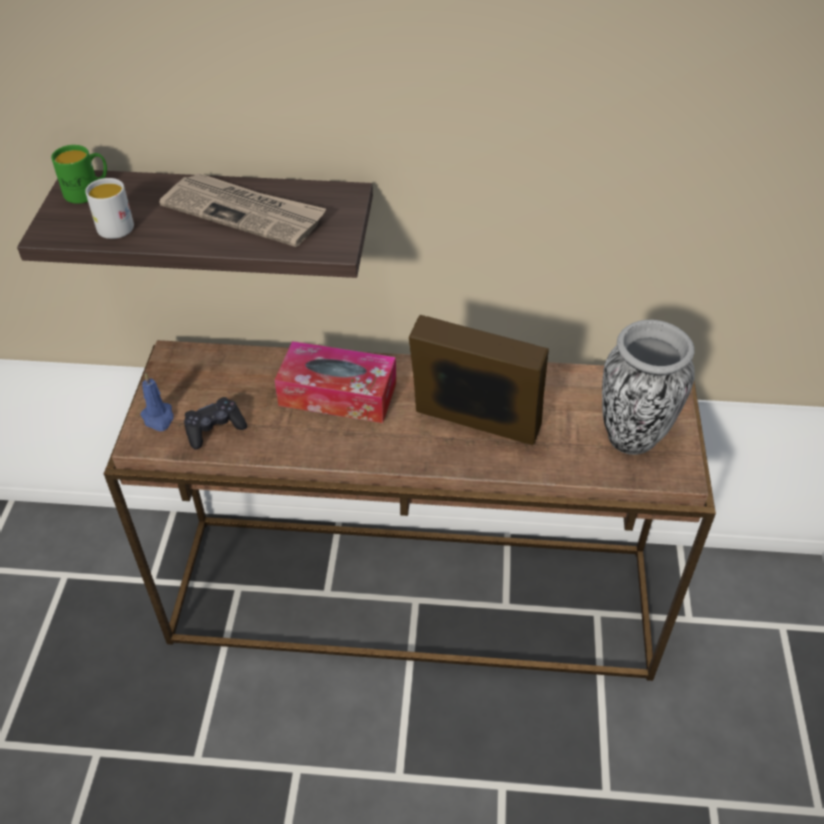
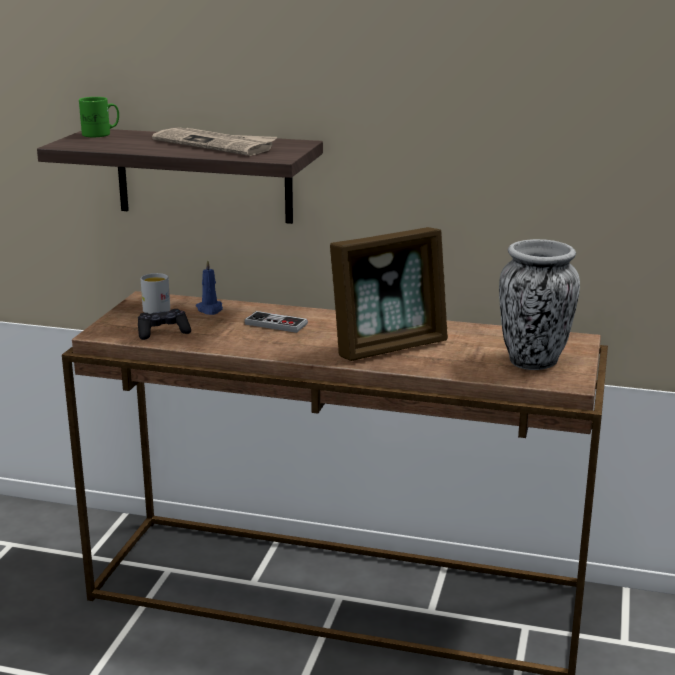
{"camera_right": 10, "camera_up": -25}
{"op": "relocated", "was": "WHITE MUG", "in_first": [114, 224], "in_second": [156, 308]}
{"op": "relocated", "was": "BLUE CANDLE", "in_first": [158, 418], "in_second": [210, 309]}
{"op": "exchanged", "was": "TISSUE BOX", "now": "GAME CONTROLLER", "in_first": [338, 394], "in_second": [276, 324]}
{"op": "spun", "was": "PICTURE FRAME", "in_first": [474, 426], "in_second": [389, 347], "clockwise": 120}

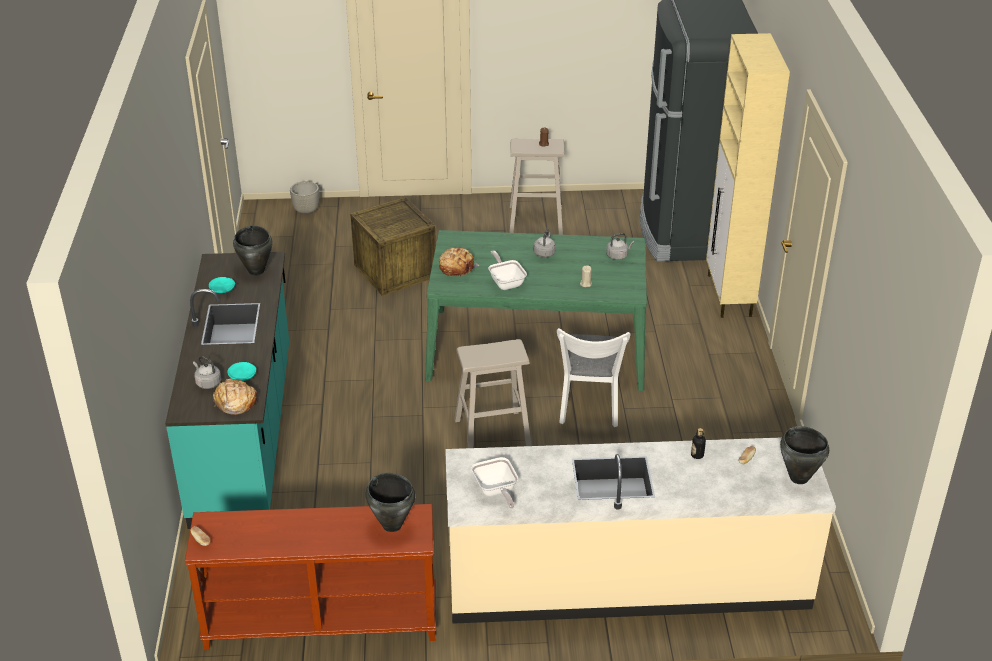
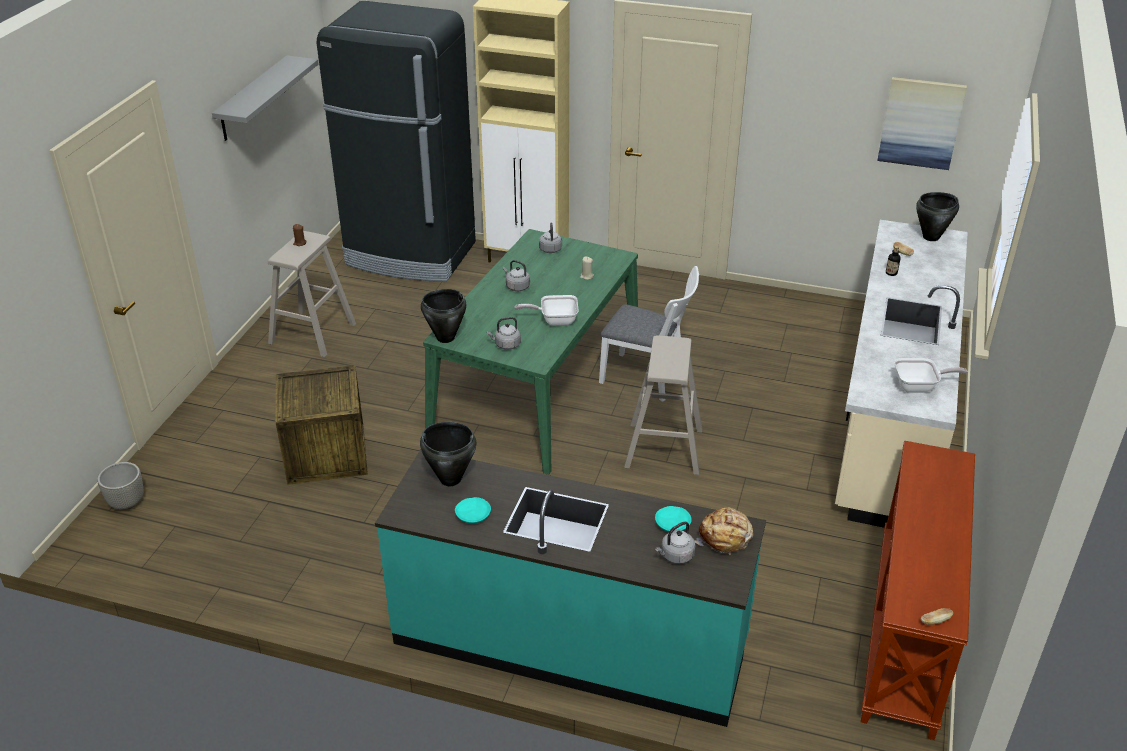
{"camera_right": -70, "camera_up": 0}
{"op": "appeared", "now": "GREY SHELF", "in_second": [253, 98]}
{"op": "appeared", "now": "PICTURE", "in_second": [921, 123]}
{"op": "relocated", "was": "BLACK COOKING POT", "in_first": [392, 524], "in_second": [445, 338]}
{"op": "exchanged", "was": "BREAD", "now": "GREY KETTLE", "in_first": [456, 267], "in_second": [506, 345]}

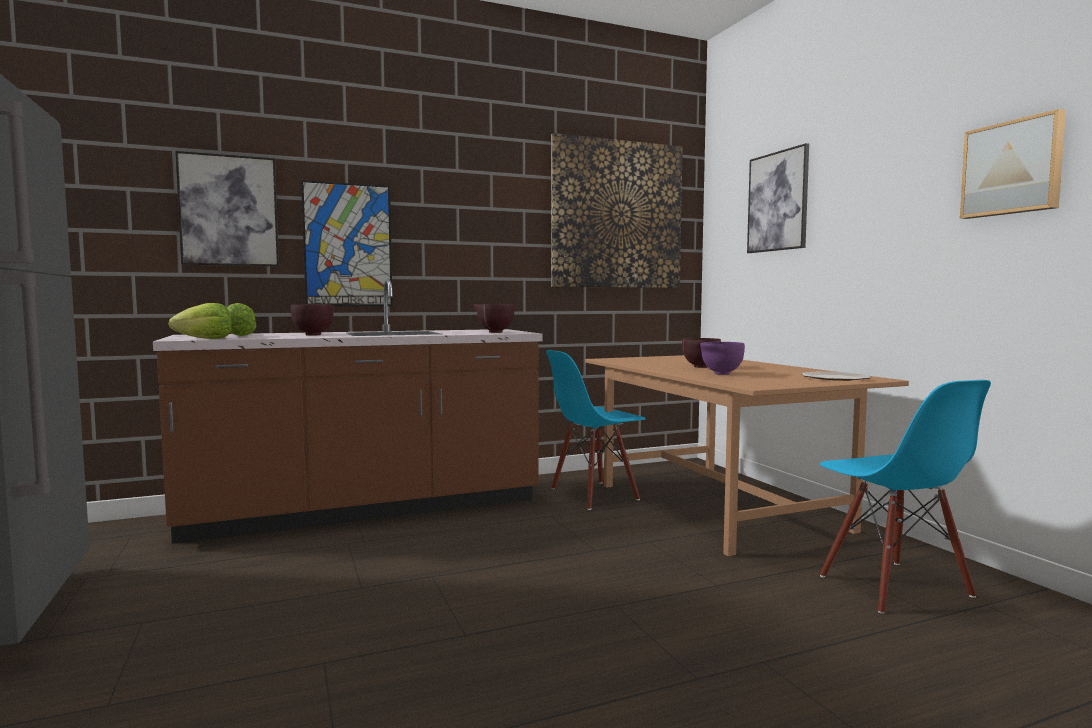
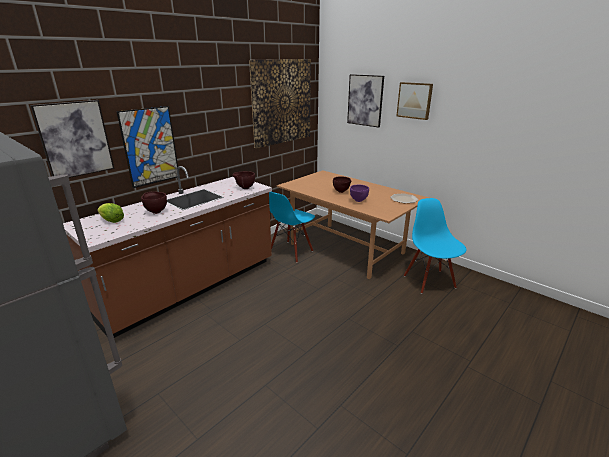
{"camera_right": -25, "camera_up": 20}
{"op": "missing", "was": "LETTUCE", "in_first": [206, 339]}
{"op": "relocated", "was": "PICTURE", "in_first": [1013, 168], "in_second": [415, 100]}
{"op": "spun", "was": "BLUE CHAIR", "in_first": [893, 586], "in_second": [429, 281], "clockwise": -150}

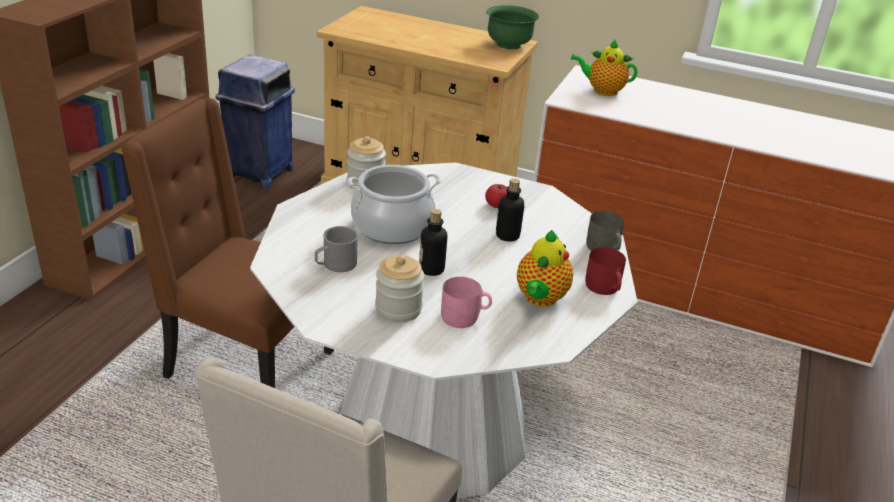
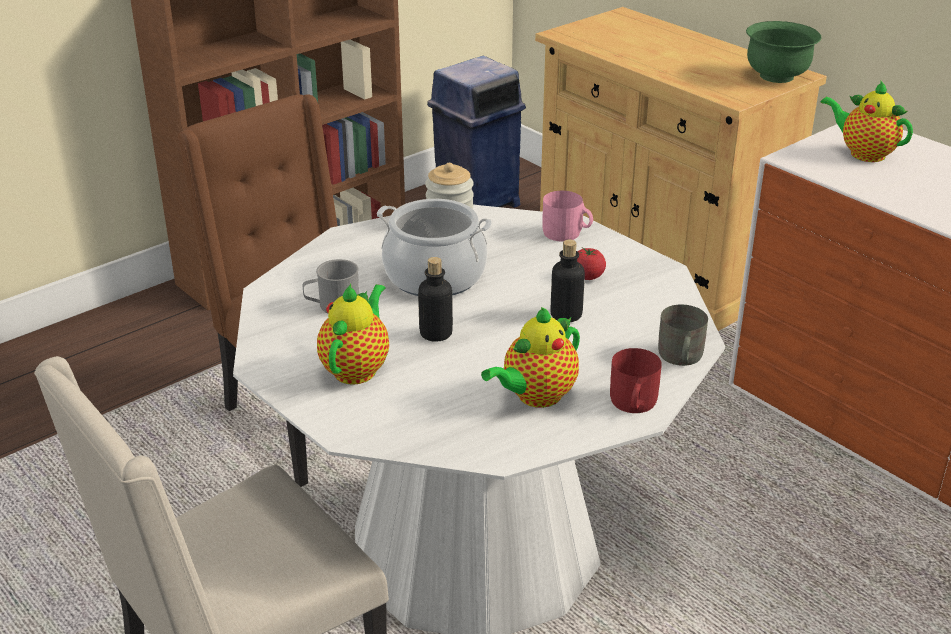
{"camera_right": 30, "camera_up": 0}
{"op": "relocated", "was": "PINK MUG", "in_first": [465, 317], "in_second": [566, 234]}
{"op": "exchanged", "was": "JAR", "now": "TEAPOT", "in_first": [398, 309], "in_second": [357, 368]}

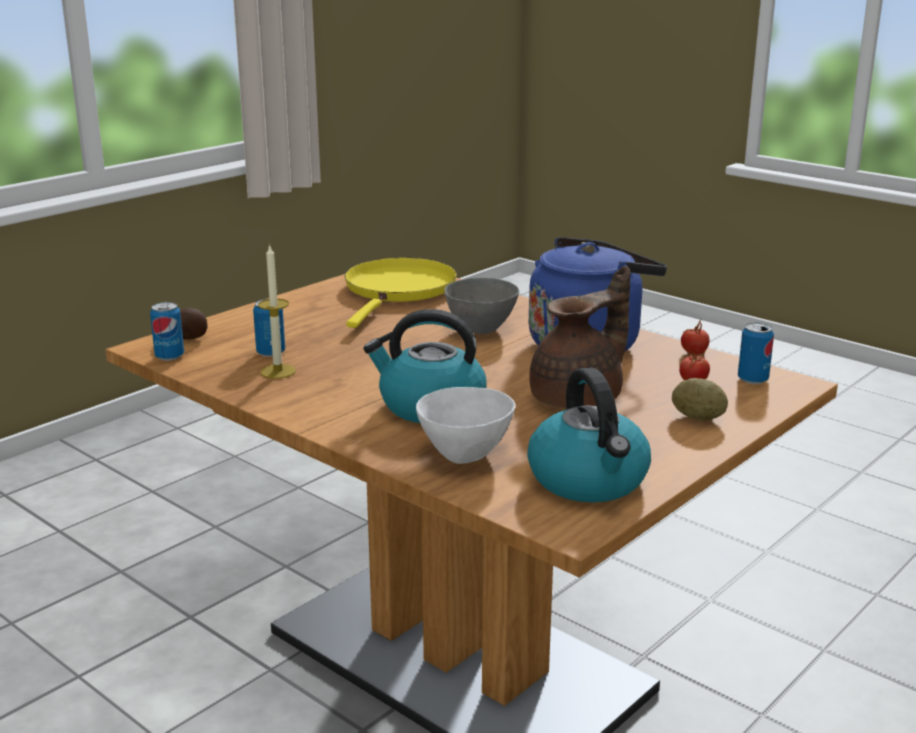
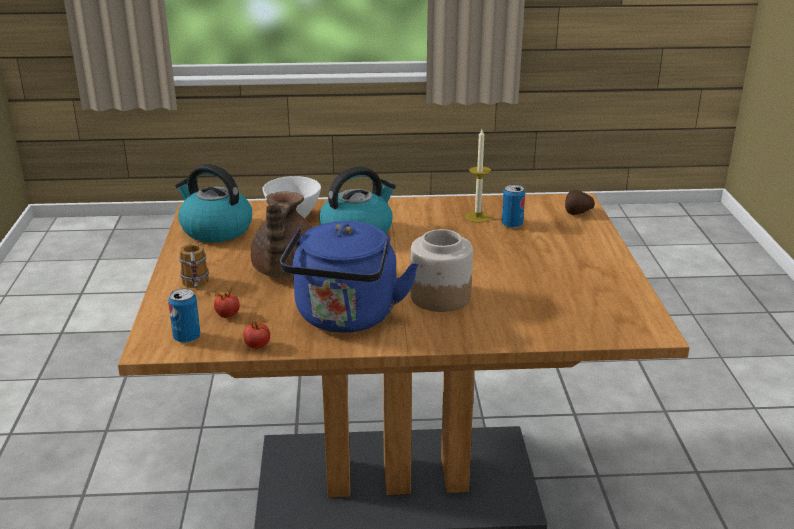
{"camera_right": 135, "camera_up": 5}
{"op": "missing", "was": "CAN", "in_first": [169, 356]}
{"op": "missing", "was": "YELLOW FRYING PAN", "in_first": [398, 290]}
{"op": "exchanged", "was": "GREY BOWL", "now": "JAR", "in_first": [481, 330], "in_second": [439, 297]}
{"op": "exchanged", "was": "POTATO", "now": "MUG", "in_first": [697, 418], "in_second": [196, 288]}

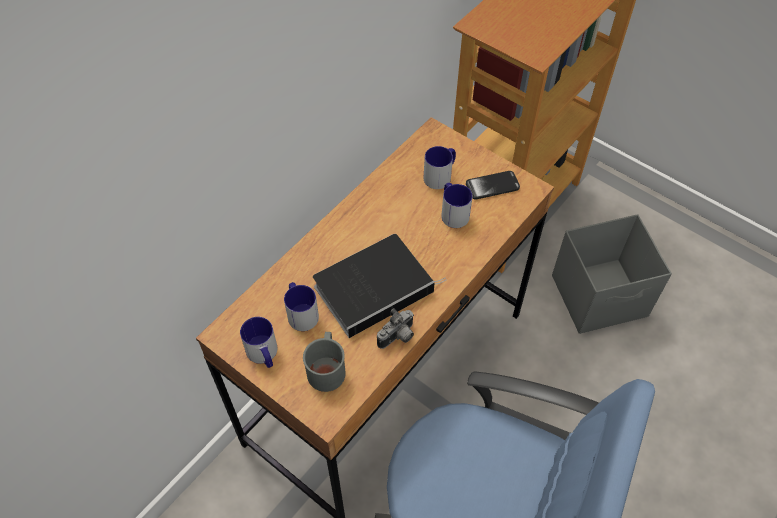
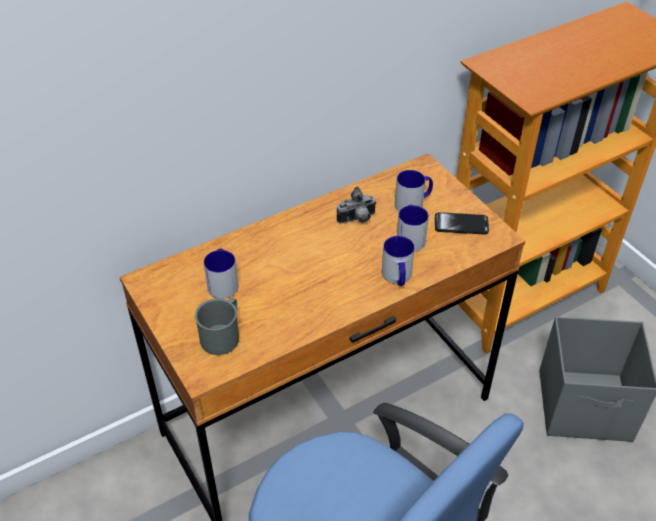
{"camera_right": 20, "camera_up": -10}
{"op": "missing", "was": "BOOK", "in_first": [375, 286]}
{"op": "relocated", "was": "MUG", "in_first": [264, 355], "in_second": [397, 277]}
{"op": "relocated", "was": "PHOTO CAMERA", "in_first": [398, 337], "in_second": [357, 220]}

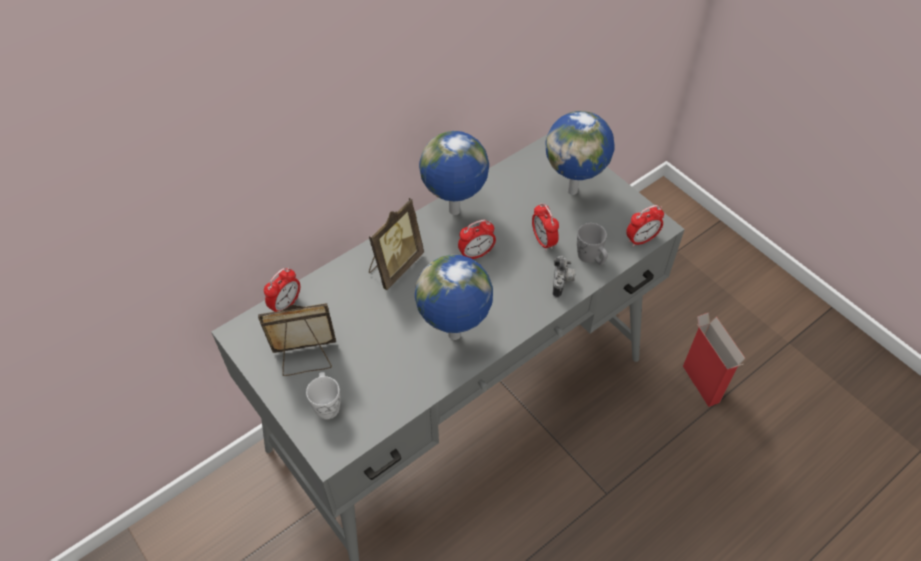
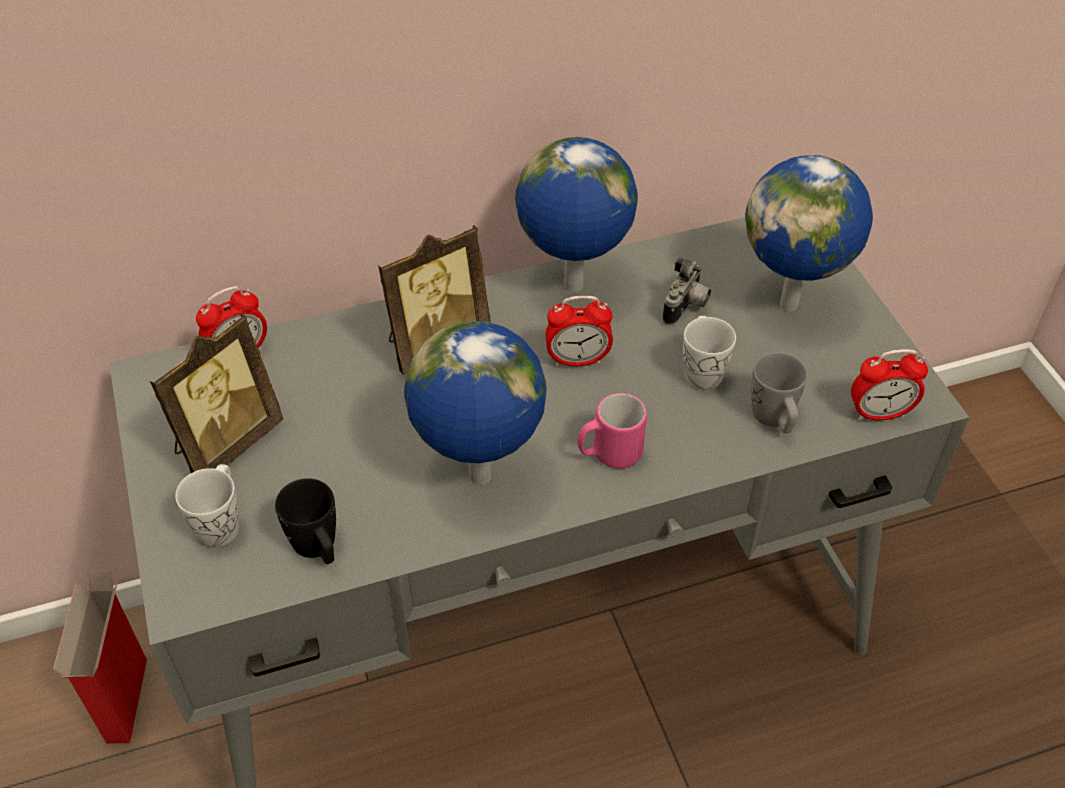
{"camera_right": 20, "camera_up": -5}
{"op": "appeared", "now": "BLACK MUG", "in_second": [318, 548]}
{"op": "appeared", "now": "PINK MUG", "in_second": [609, 454]}
{"op": "relocated", "was": "PHOTO CAMERA", "in_first": [562, 282], "in_second": [686, 308]}
{"op": "relocated", "was": "CARDBOARD BOX", "in_first": [700, 383], "in_second": [127, 698]}
{"op": "exchanged", "was": "ALARM CLOCK", "now": "WHITE MUG", "in_first": [543, 241], "in_second": [702, 370]}
{"op": "spun", "was": "PICTURE FRAME", "in_first": [306, 359], "in_second": [226, 443], "clockwise": 120}

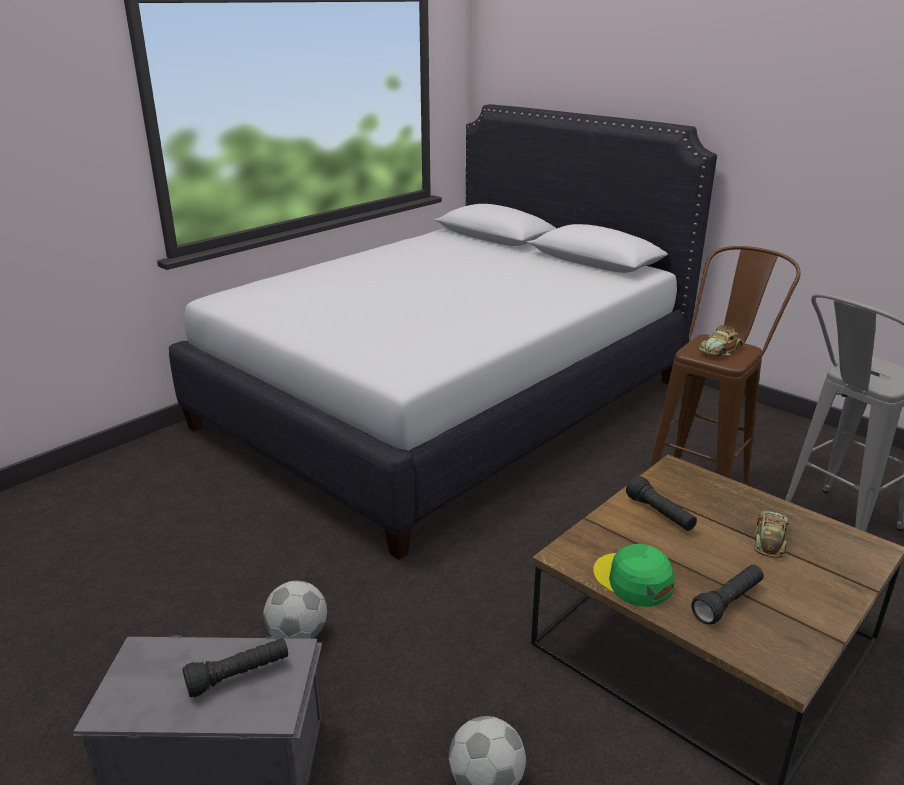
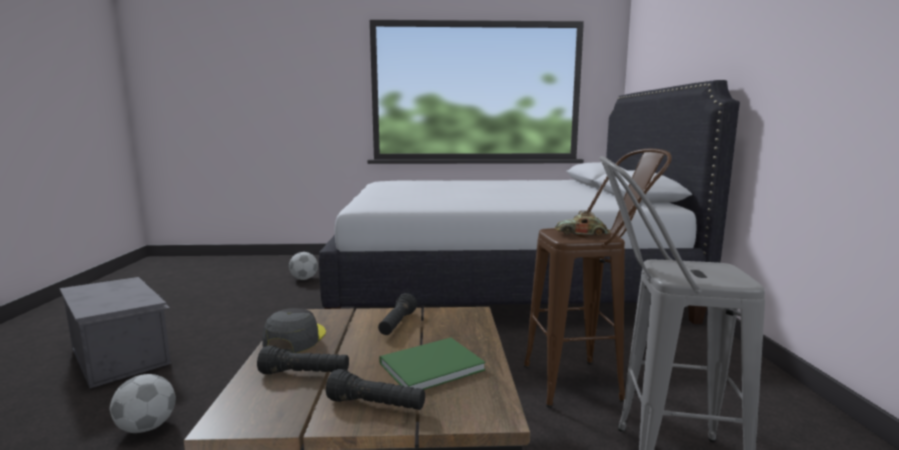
{"camera_right": 45, "camera_up": -15}
{"op": "relocated", "was": "BLACK FLASHLIGHT", "in_first": [239, 675], "in_second": [376, 405]}
{"op": "relocated", "was": "FOOTBALL", "in_first": [297, 635], "in_second": [304, 279]}
{"op": "exchanged", "was": "TOY CAR", "now": "GREEN BOOK", "in_first": [770, 539], "in_second": [428, 366]}
{"op": "colour", "was": "GREEN CAP", "now": "GREY CAP", "in_first": [632, 580], "in_second": [294, 339]}

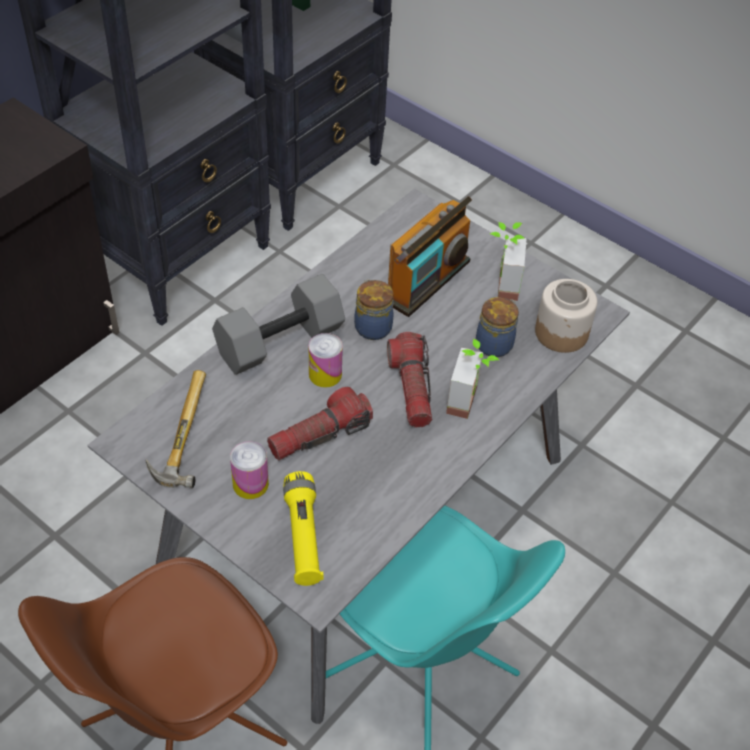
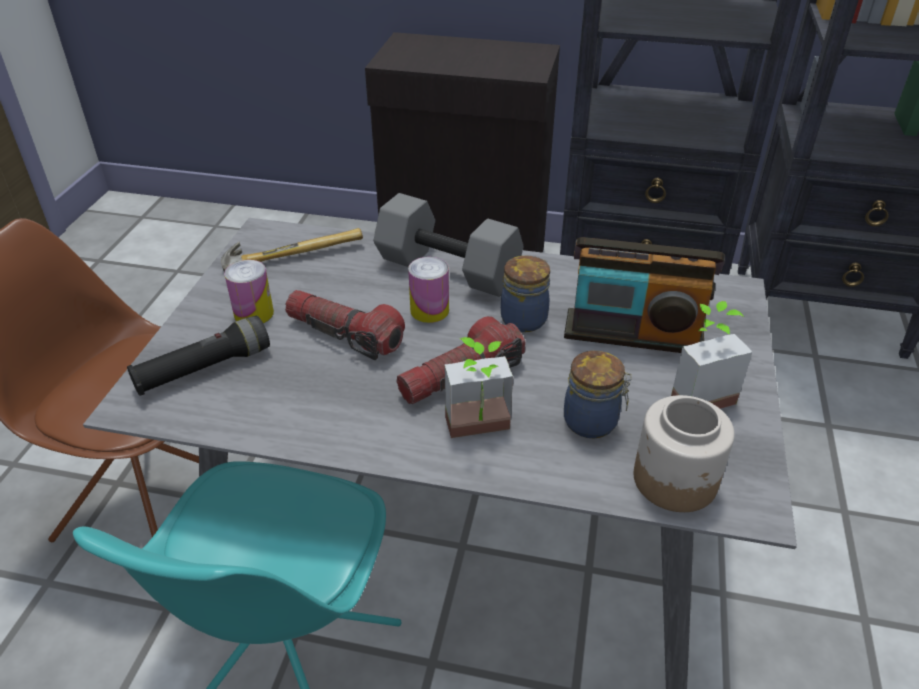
{"camera_right": 65, "camera_up": -10}
{"op": "colour", "was": "YELLOW FLASHLIGHT", "now": "BLACK FLASHLIGHT", "in_first": [303, 536], "in_second": [204, 369]}

